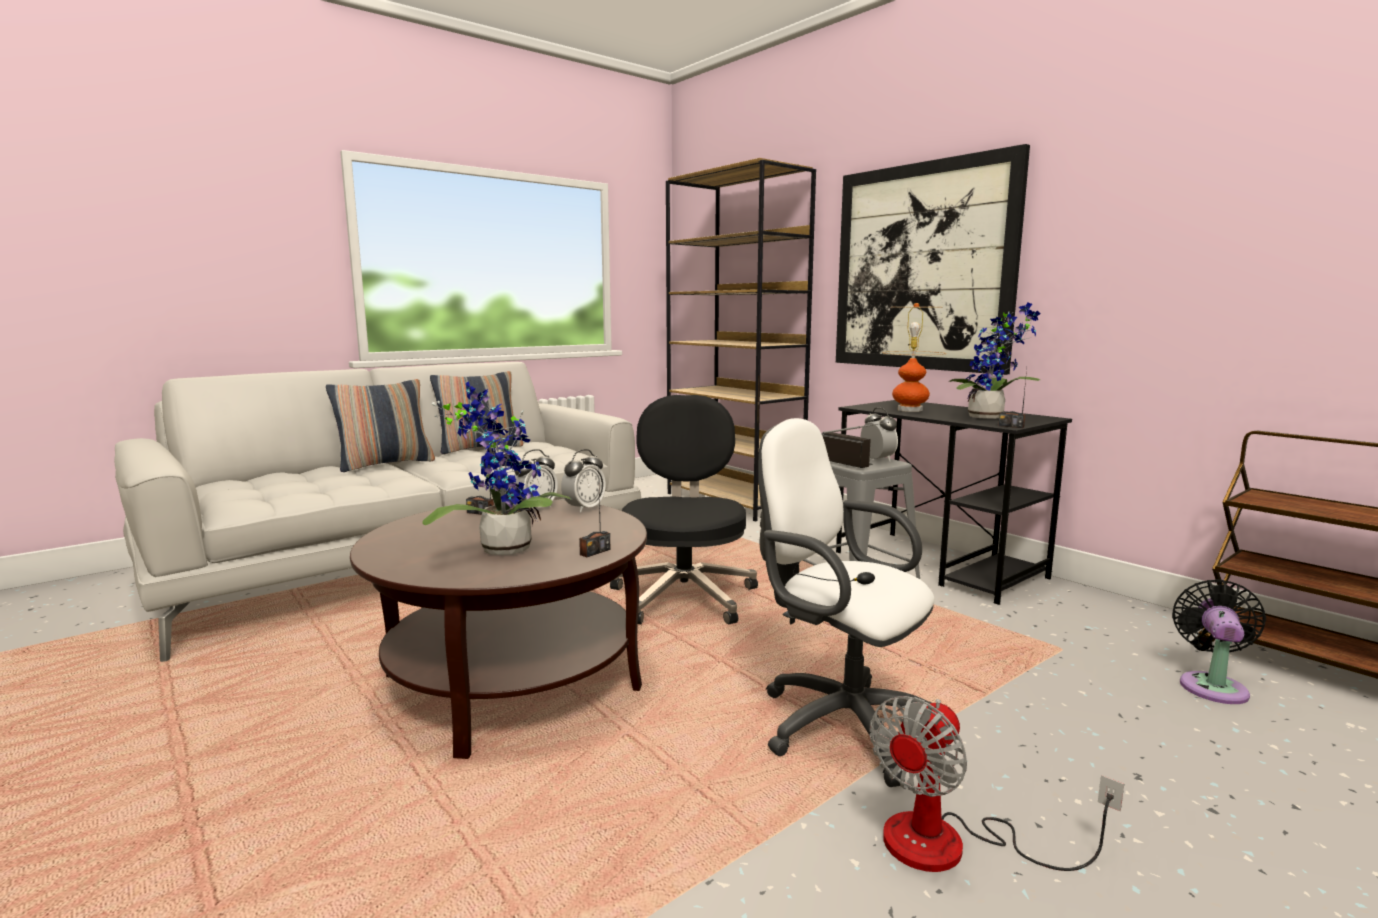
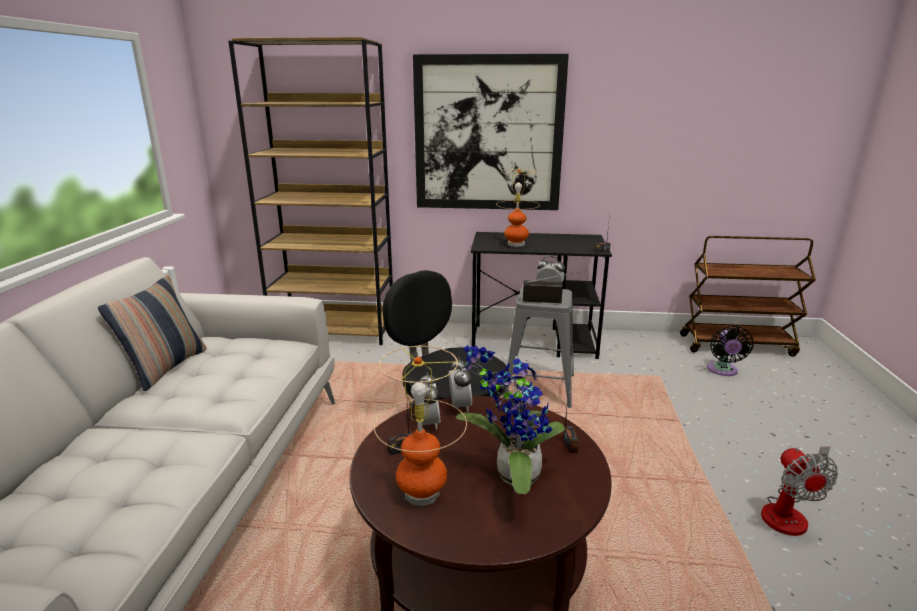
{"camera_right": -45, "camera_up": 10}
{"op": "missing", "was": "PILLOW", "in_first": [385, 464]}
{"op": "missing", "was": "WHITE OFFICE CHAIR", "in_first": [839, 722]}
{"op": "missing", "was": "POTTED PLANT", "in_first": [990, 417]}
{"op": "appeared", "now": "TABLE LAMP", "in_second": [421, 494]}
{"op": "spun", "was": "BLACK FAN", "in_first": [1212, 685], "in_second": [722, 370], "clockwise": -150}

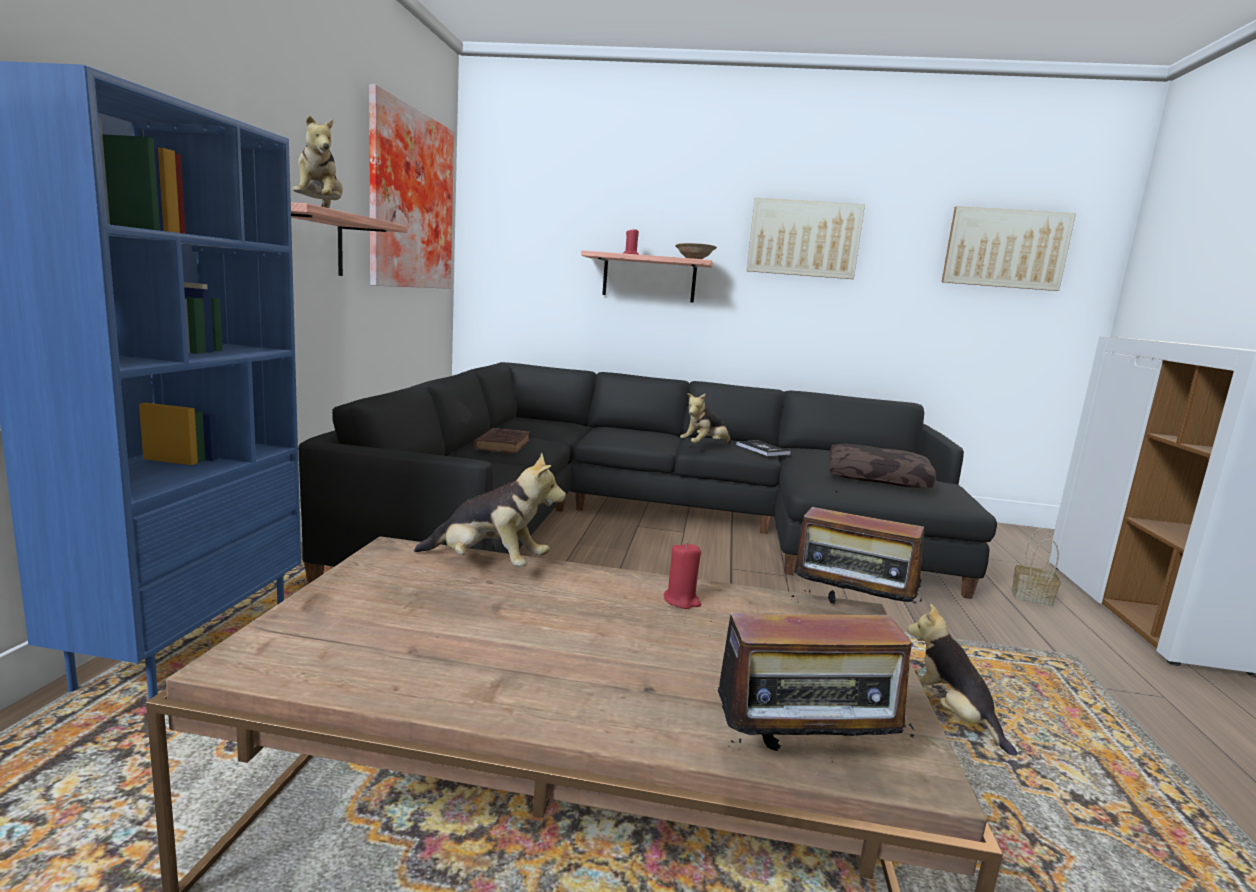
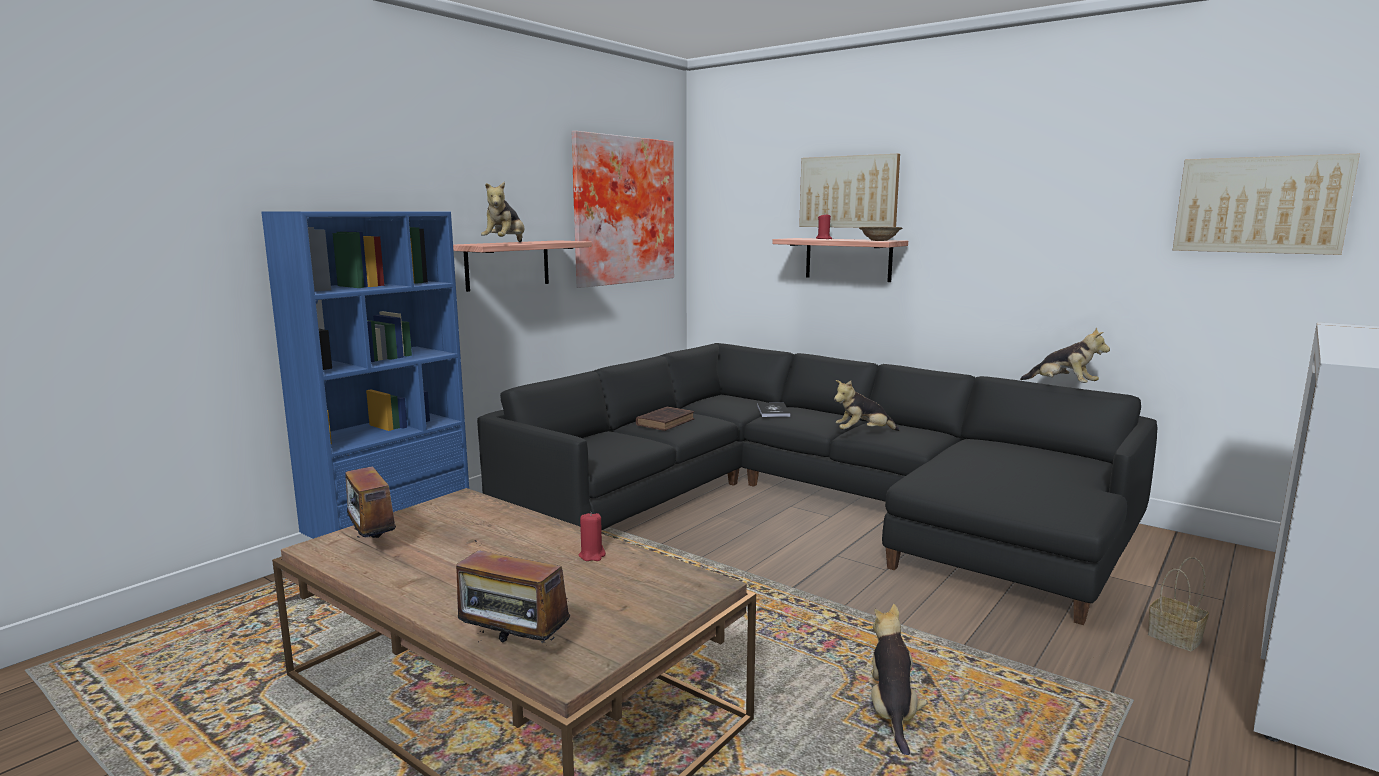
{"camera_right": 30, "camera_up": 0}
{"op": "missing", "was": "BROWN PILLOW", "in_first": [877, 478]}
{"op": "relocated", "was": "PLUSH TOY", "in_first": [488, 564], "in_second": [1062, 385]}
{"op": "relocated", "was": "BOOK", "in_first": [762, 449], "in_second": [773, 411]}
{"op": "relocated", "was": "PICTURE", "in_first": [803, 238], "in_second": [848, 192]}
{"op": "relocated", "was": "RADIO", "in_first": [850, 612], "in_second": [372, 544]}

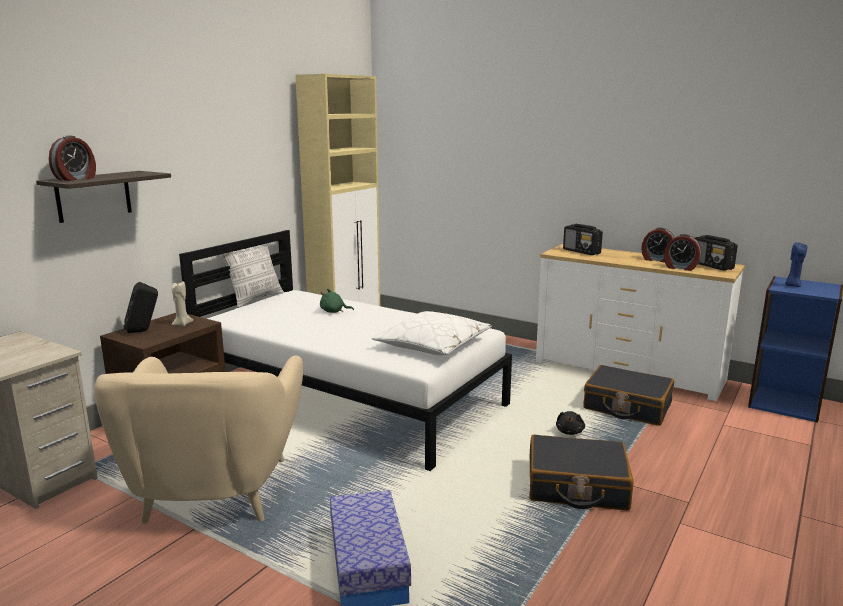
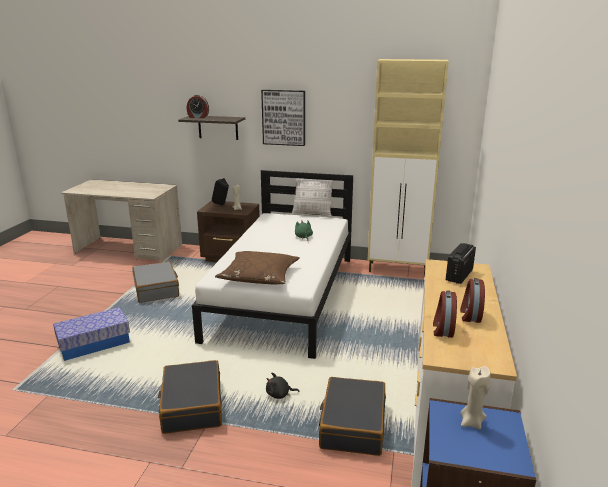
{"camera_right": 70, "camera_up": 5}
{"op": "missing", "was": "RADIO", "in_first": [712, 266]}
{"op": "appeared", "now": "PICTURE", "in_second": [284, 117]}
{"op": "exchanged", "was": "BEIGE ARMCHAIR", "now": "GREY SUITCASE", "in_first": [216, 492], "in_second": [156, 289]}
{"op": "colour", "was": "WHITE PILLOW", "now": "BROWN PILLOW", "in_first": [433, 345], "in_second": [259, 276]}
{"op": "colour", "was": "BLUE CANDLE", "now": "BEIGE CANDLE", "in_first": [792, 285], "in_second": [471, 422]}

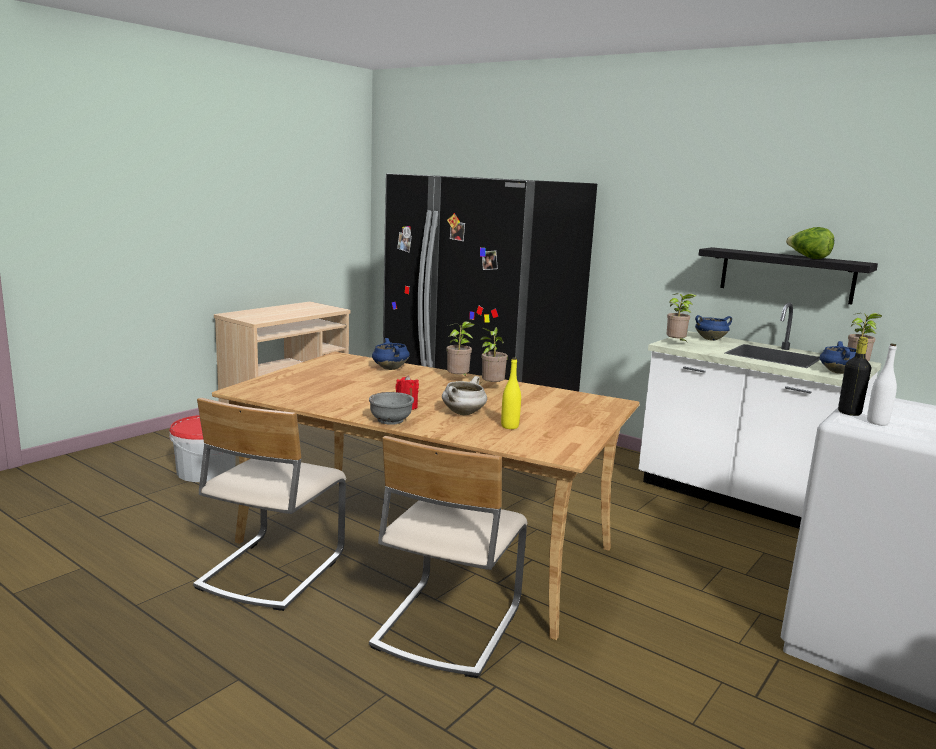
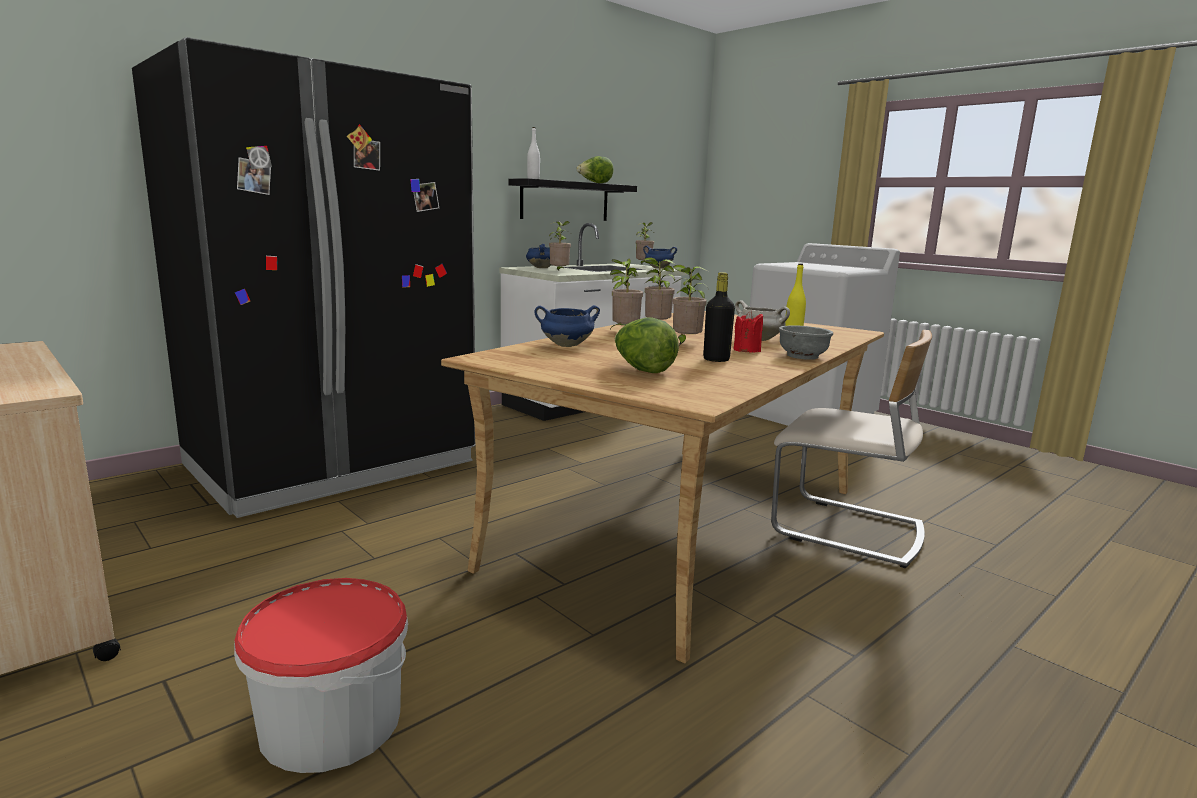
{"camera_right": -80, "camera_up": 0}
{"op": "missing", "was": "BEIGE CHAIR", "in_first": [271, 570]}
{"op": "appeared", "now": "LETTUCE", "in_second": [642, 370]}
{"op": "appeared", "now": "POTTED PLANT", "in_second": [685, 343]}
{"op": "relocated", "was": "BLACK BOTTLE", "in_first": [849, 413], "in_second": [716, 360]}
{"op": "relocated", "was": "WHITE BOTTLE", "in_first": [877, 422], "in_second": [533, 179]}

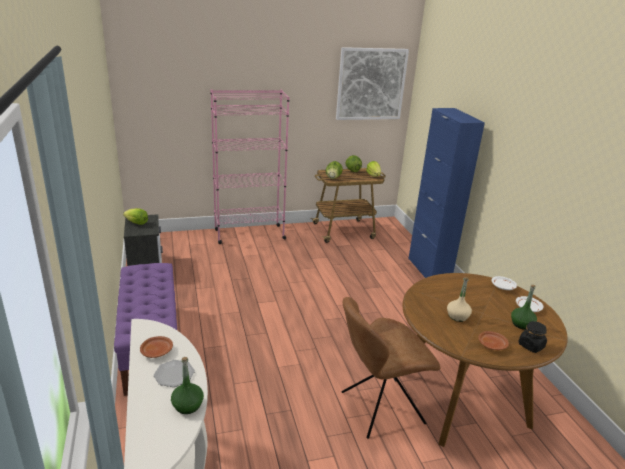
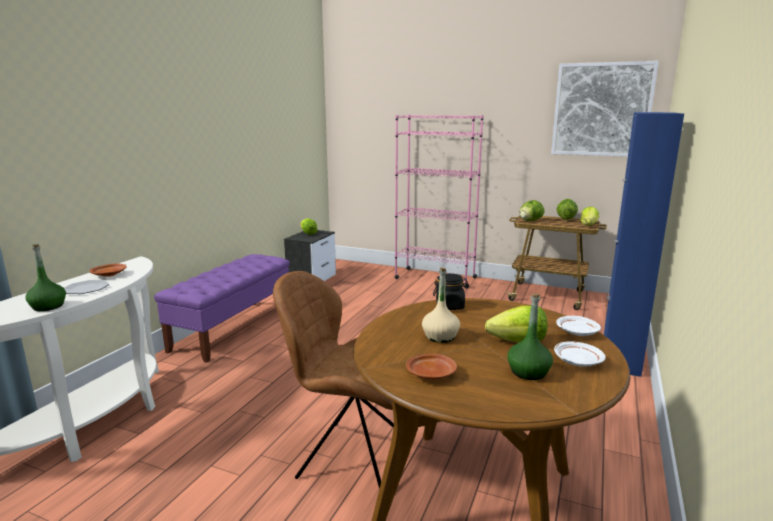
{"camera_right": 40, "camera_up": -10}
{"op": "appeared", "now": "LETTUCE", "in_second": [518, 342]}
{"op": "relocated", "was": "BLACK JAR", "in_first": [531, 346], "in_second": [450, 306]}

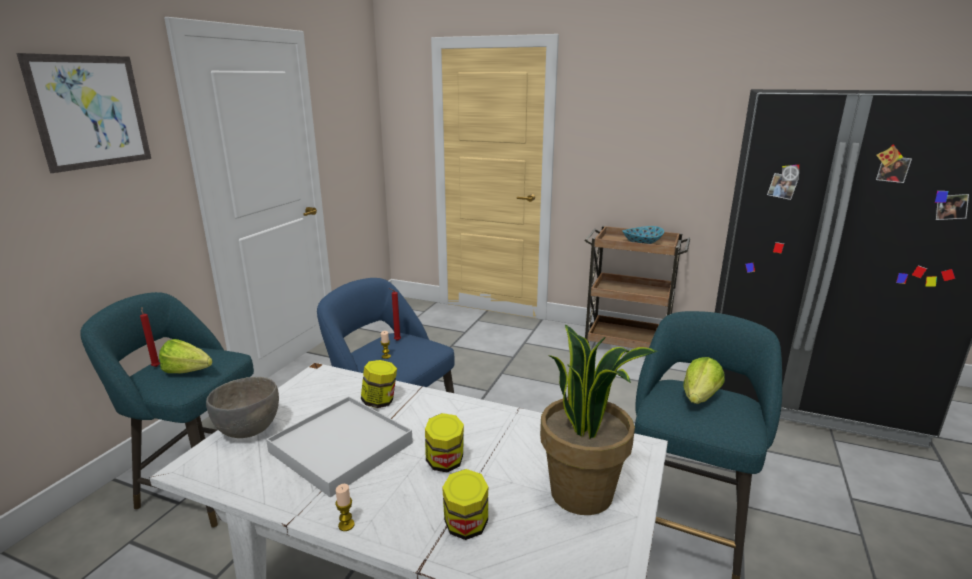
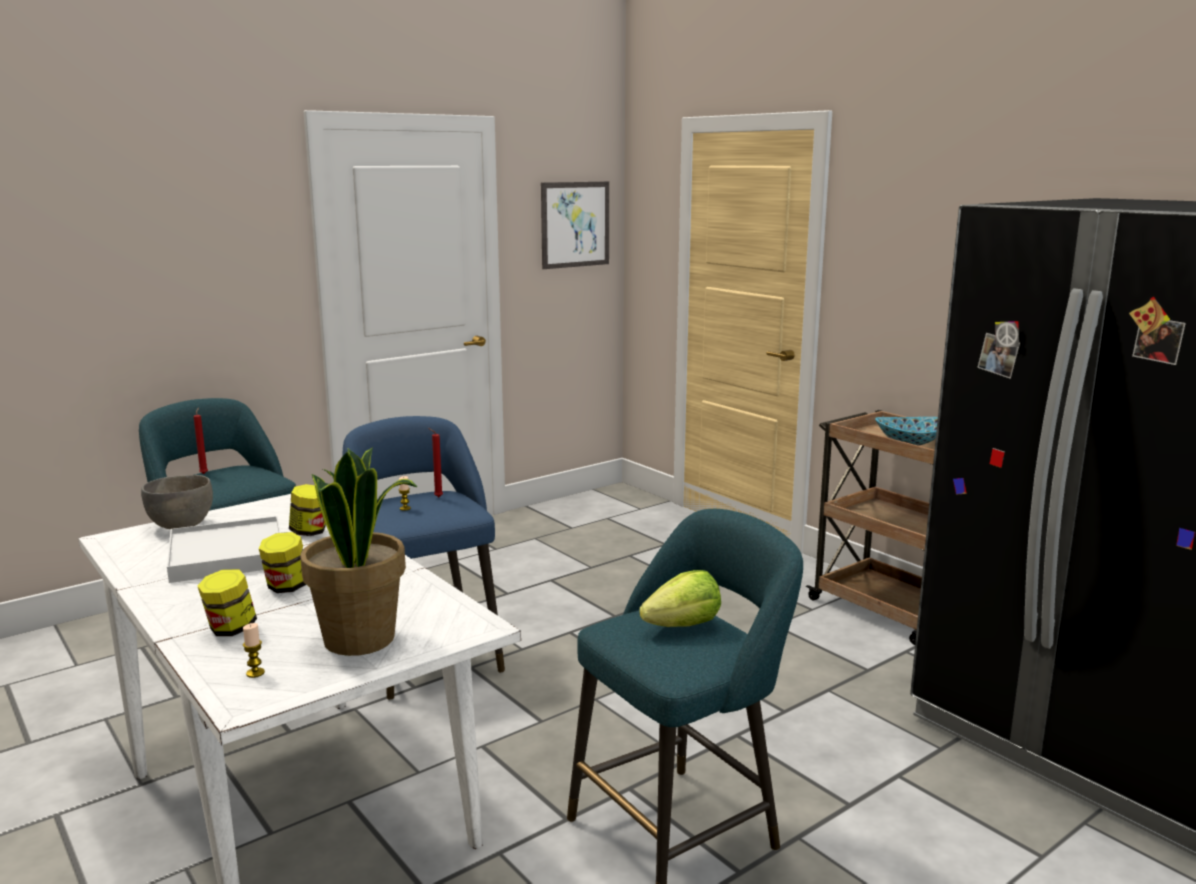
{"camera_right": 30, "camera_up": -5}
{"op": "missing", "was": "LETTUCE", "in_first": [190, 372]}
{"op": "relocated", "was": "PICTURE", "in_first": [90, 112], "in_second": [575, 224]}
{"op": "relocated", "was": "CANDLE", "in_first": [346, 525], "in_second": [255, 673]}

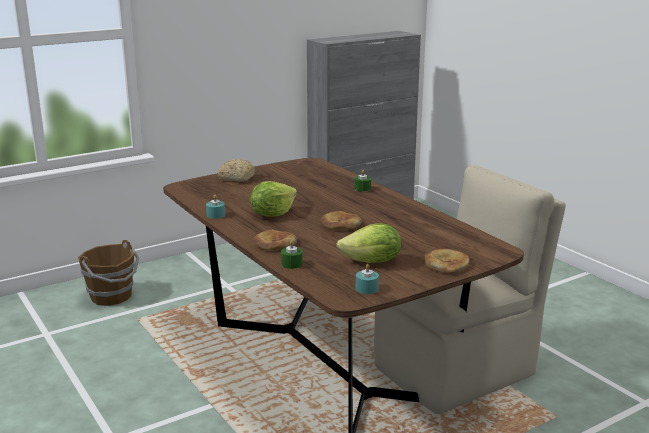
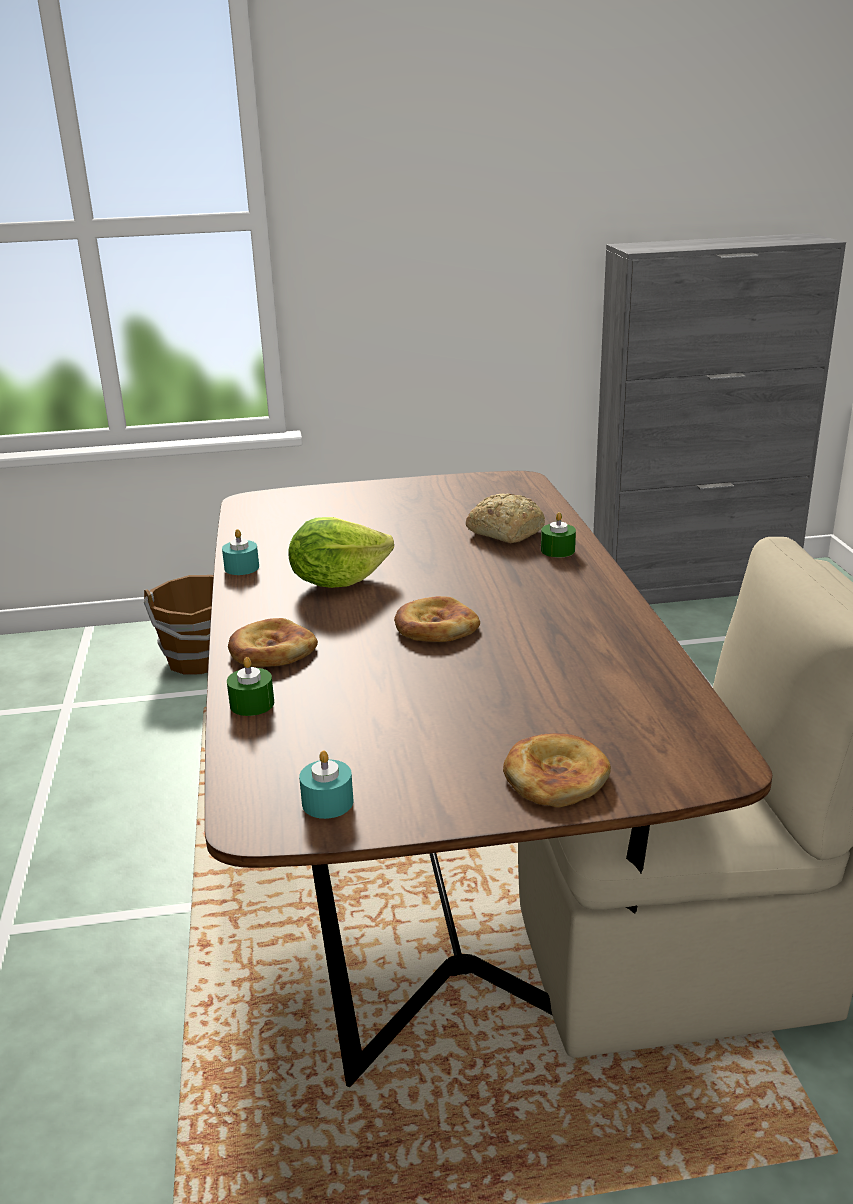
{"camera_right": 25, "camera_up": 5}
{"op": "missing", "was": "LETTUCE", "in_first": [372, 262]}
{"op": "relocated", "was": "BREAD", "in_first": [236, 178], "in_second": [504, 532]}

